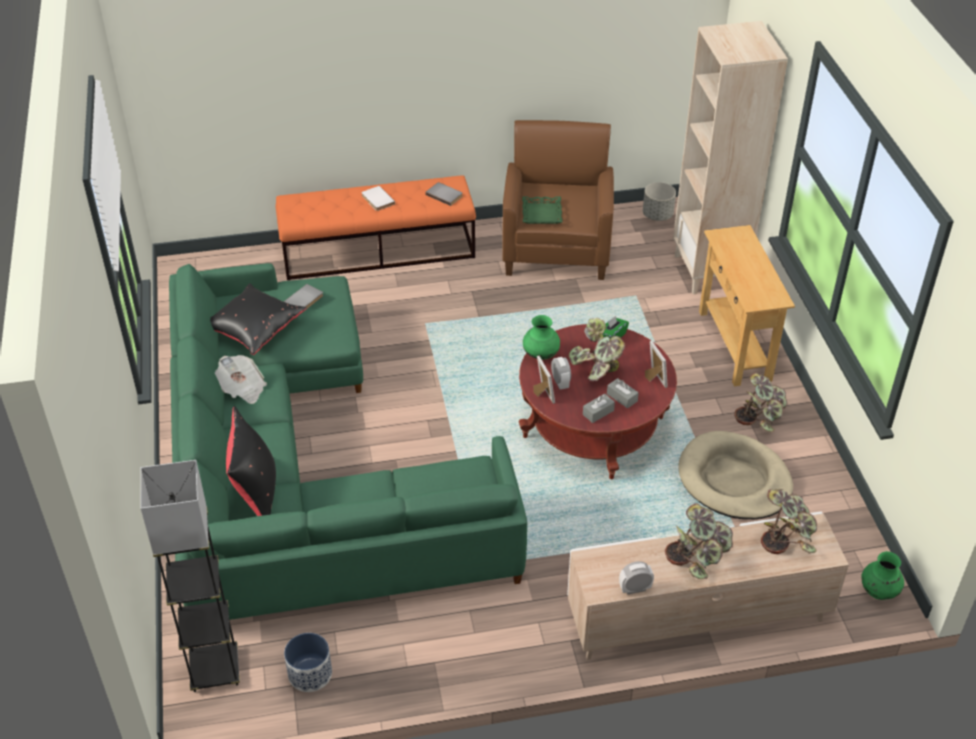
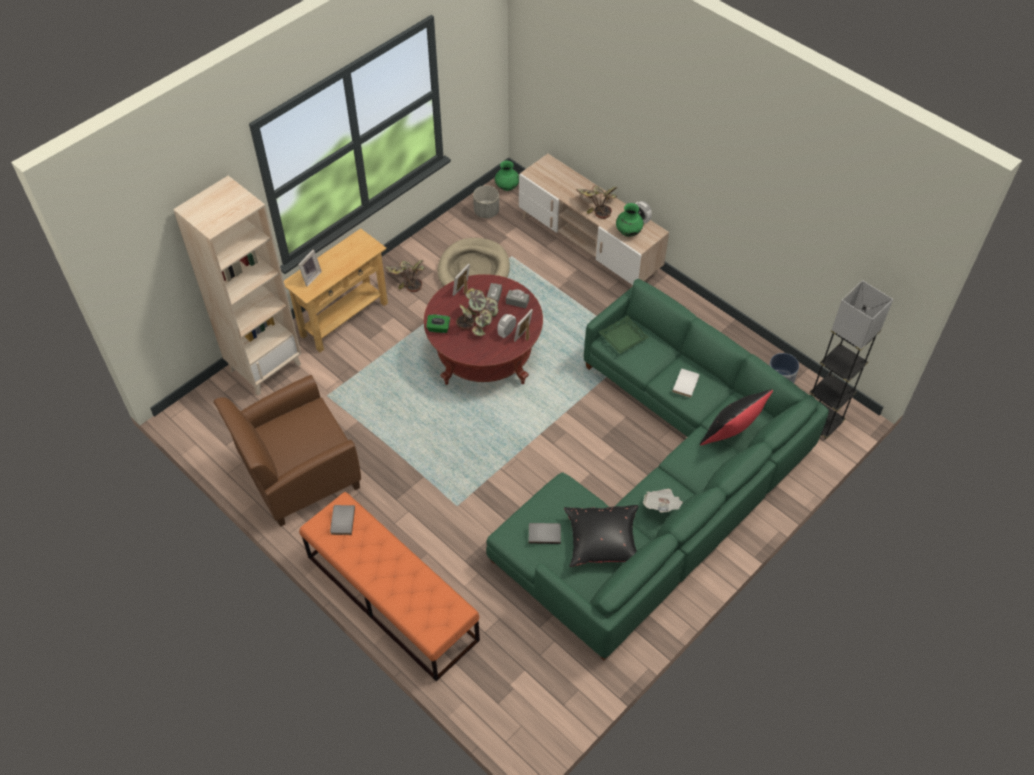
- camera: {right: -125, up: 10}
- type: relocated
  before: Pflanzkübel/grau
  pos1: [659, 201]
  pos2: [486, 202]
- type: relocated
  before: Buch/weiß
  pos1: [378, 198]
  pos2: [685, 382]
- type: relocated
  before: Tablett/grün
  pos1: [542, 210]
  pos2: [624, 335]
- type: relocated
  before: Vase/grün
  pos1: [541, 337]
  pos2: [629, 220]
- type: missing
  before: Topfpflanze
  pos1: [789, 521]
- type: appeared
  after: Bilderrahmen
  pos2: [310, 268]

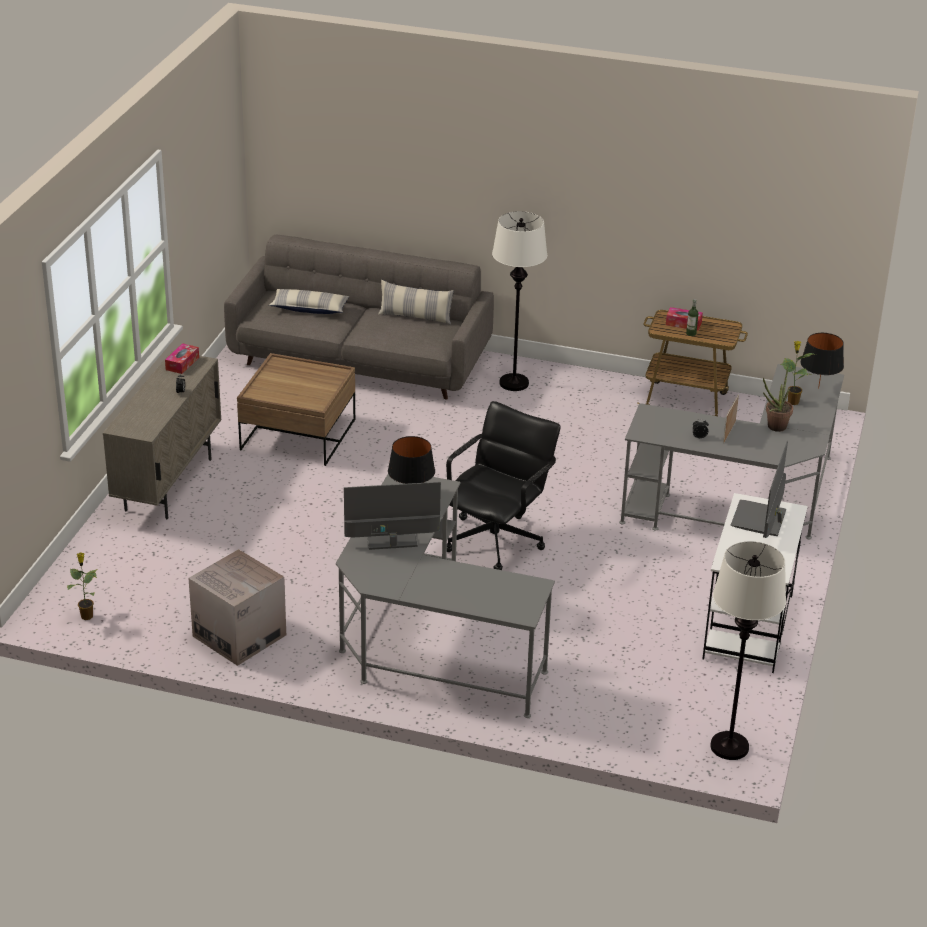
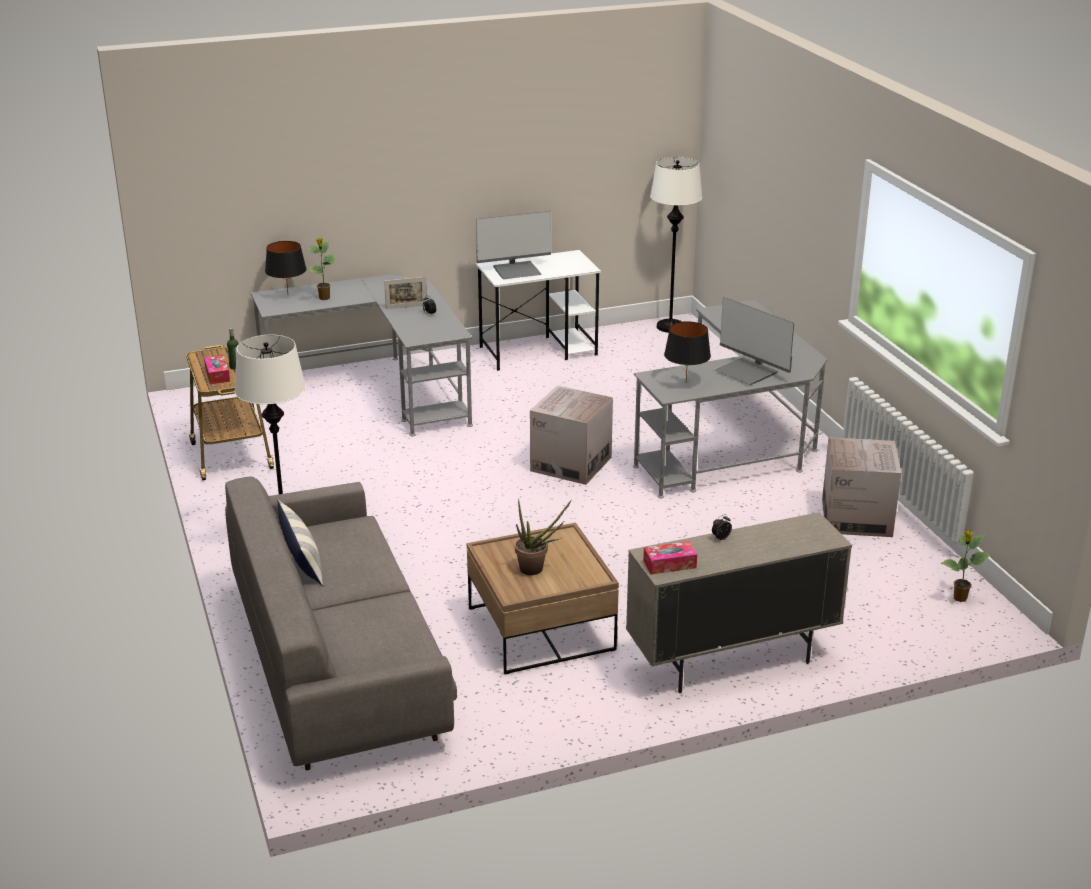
- camera: {right: -125, up: -5}
- type: missing
  before: Kissen
  pos1: [309, 301]
- type: relocated
  before: Topfpflanze
  pos1: [778, 399]
  pos2: [543, 536]
- type: exchanged
  before: Bürostuhl/schwarz
  after: Karton
  pos1: [503, 485]
  pos2: [571, 435]

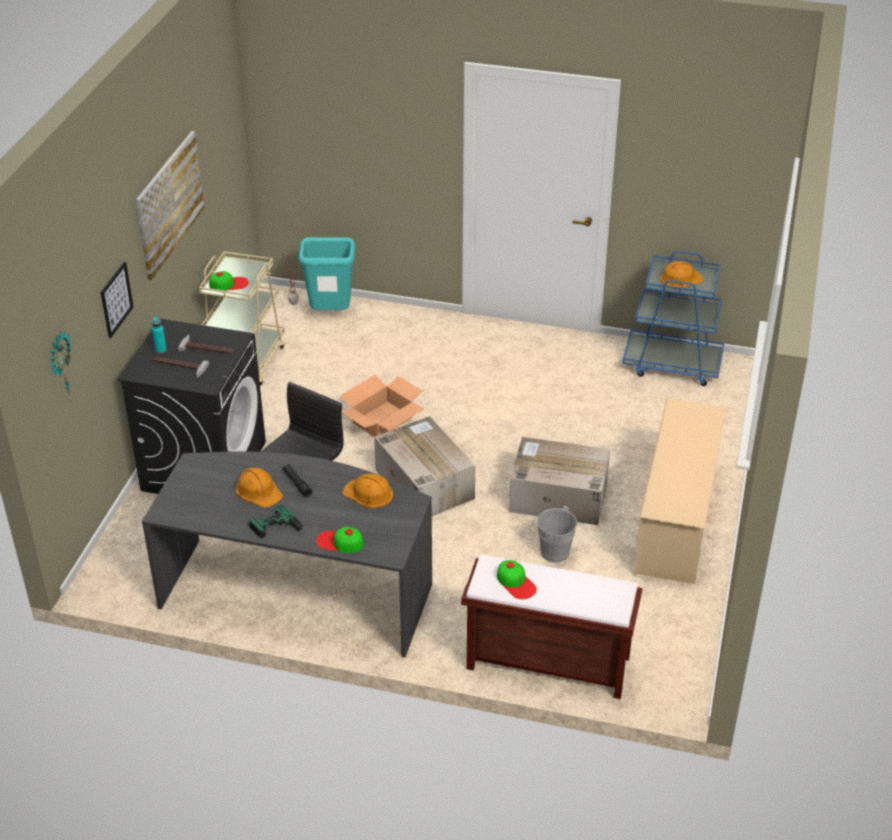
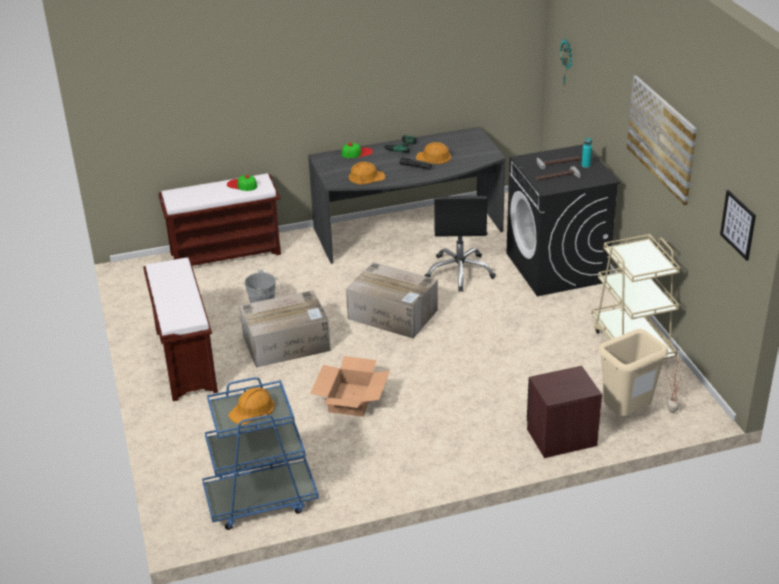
- camera: {right: 150, up: -5}
- type: colour
  before: Mülleimer/türkis
  after: Mülleimer/beige
  pos1: [327, 273]
  pos2: [633, 372]
- type: relocated
  before: Bild
  pos1: [117, 300]
  pos2: [738, 225]
- type: missing
  before: Kappe
  pos1: [229, 281]
- type: relocated
  before: Karton
  pos1: [382, 406]
  pos2: [350, 386]
- type: exchanged
  before: Schuhregal/beige
  after: Bank/braun
  pos1: [680, 491]
  pos2: [180, 329]
- type: appeared
  after: Nachttisch/braun
  pos2: [564, 412]

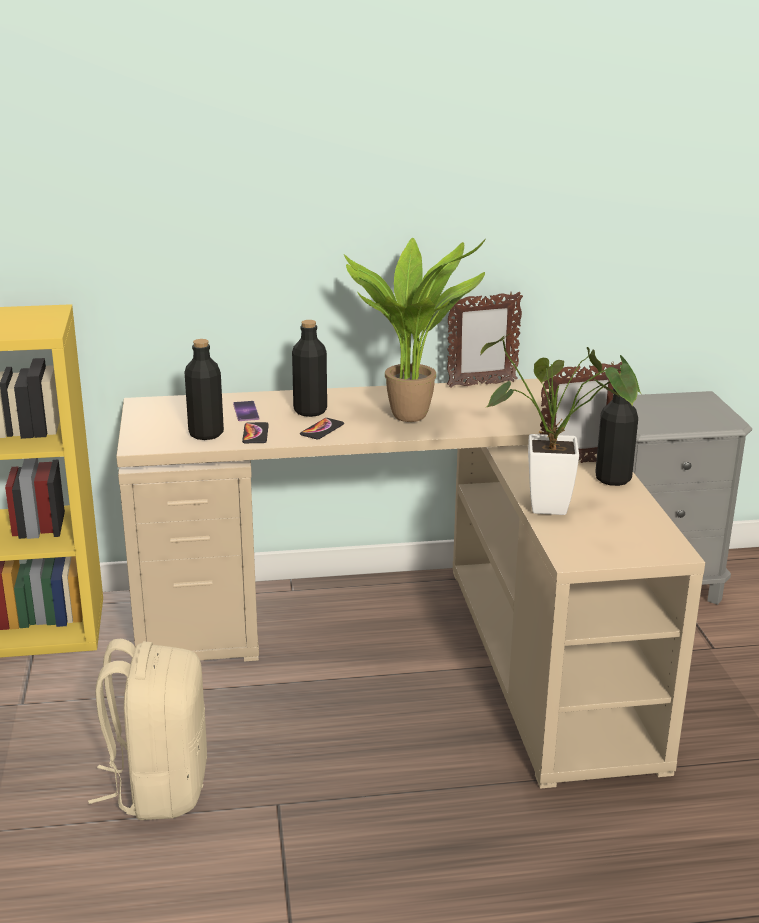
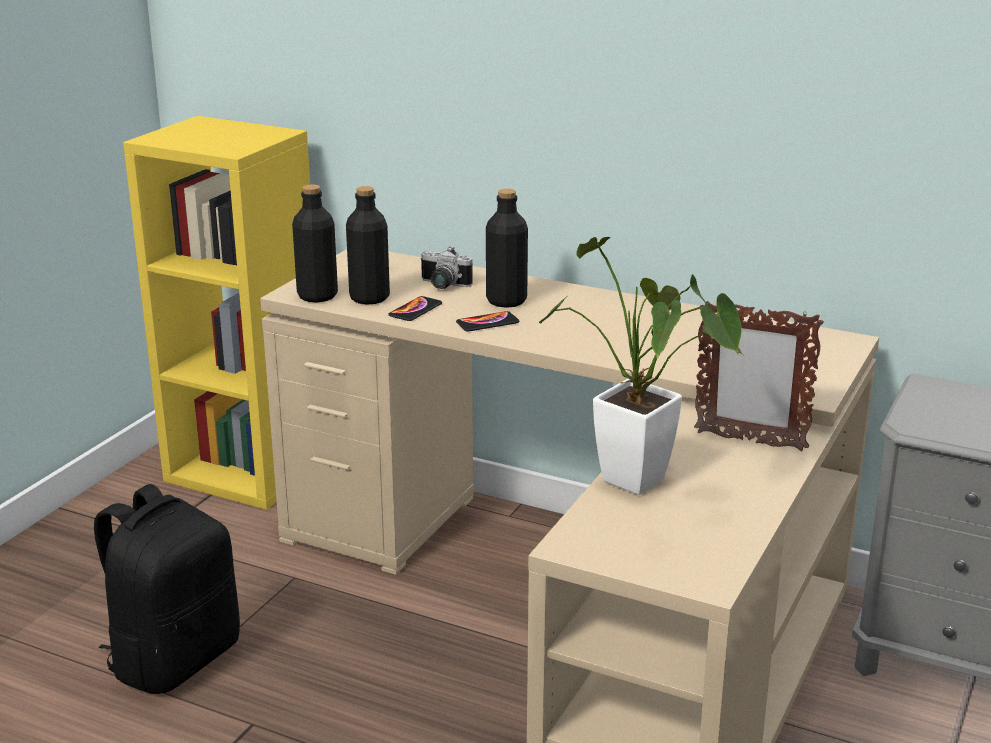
- camera: {right: 35, up: 0}
- type: missing
  before: Topfpflanze
  pos1: [415, 330]
- type: missing
  before: Bilderrahmen
  pos1: [485, 340]
- type: relocated
  before: Flasche/schwarz
  pos1: [616, 437]
  pos2: [315, 243]
- type: exchanged
  before: Handy
  after: Kamera
  pos1: [246, 411]
  pos2: [447, 268]
- type: colour
  before: Rucksack/beige
  after: Rucksack/schwarz
  pos1: [147, 729]
  pos2: [167, 589]

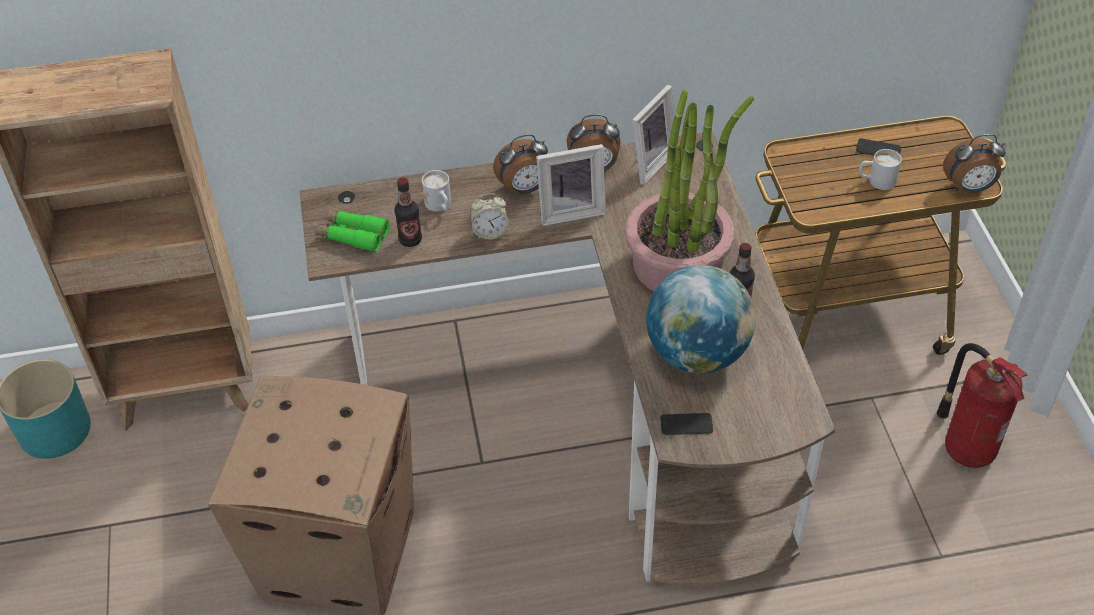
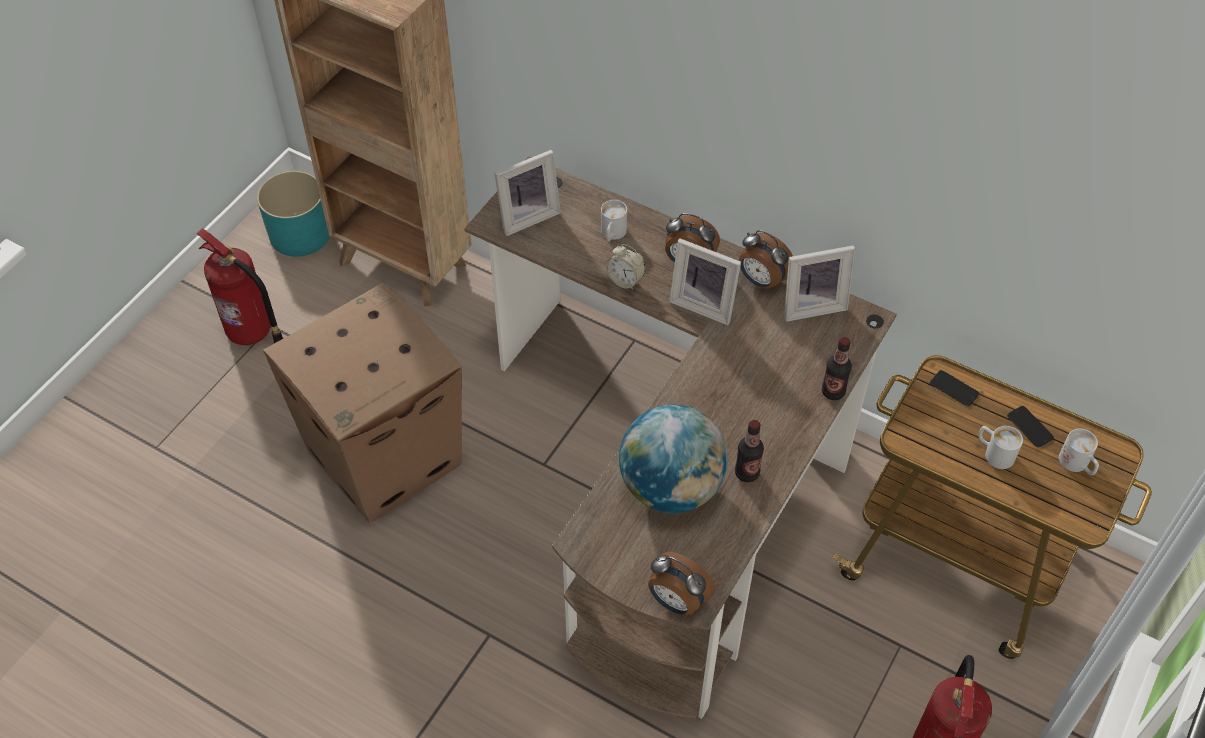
- camera: {right: 40, up: 5}
- type: missing
  before: Topfpflanze
  pos1: [689, 190]
- type: relocated
  before: Wecker
  pos1: [974, 163]
  pos2: [681, 583]
- type: relocated
  before: Flasche
  pos1: [408, 212]
  pos2: [837, 368]
- type: exchanged
  before: Fernglas/grün
  after: Bilderrahmen
  pos1: [352, 231]
  pos2: [527, 193]
- type: relocated
  before: Handy
  pos1: [686, 424]
  pos2: [954, 388]
- type: appeared
  after: Feuerlöscher
  pos2: [240, 286]
- type: appeared
  after: Henkelbecher/weiß
  pos2: [1079, 452]

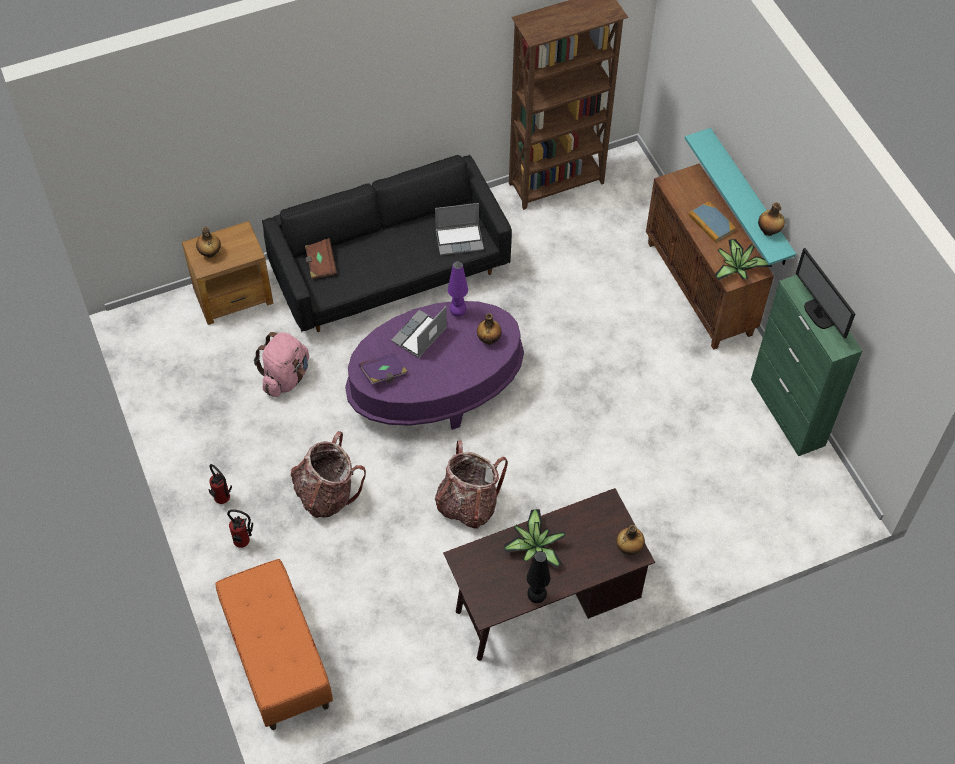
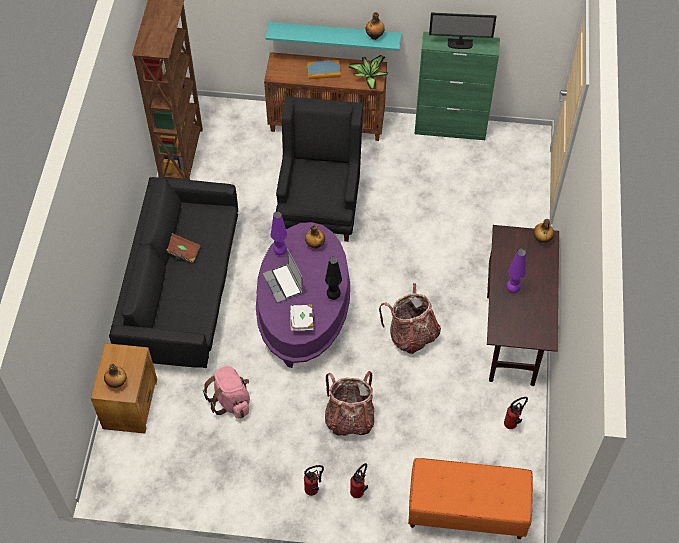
- camera: {right: -60, up: 0}
- type: missing
  before: Laptop
  pos1: [459, 229]
- type: relocated
  before: Buch/braun
  pos1: [321, 258]
  pos2: [184, 248]
- type: colour
  before: Buch/lila
  after: Buch/weiß
  pos1: [383, 369]
  pos2: [302, 317]
- type: exchanged
  before: Topfpflanze
  after: Tischlampe/lila
  pos1: [535, 538]
  pos2: [516, 271]
- type: relocated
  before: Tischlampe/schwarz
  pos1: [538, 577]
  pos2: [333, 278]
- type: appeared
  after: Sessel/schwarz
  pos2: [319, 169]
- type: appeared
  after: Feuerlöscher
  pos2: [516, 413]

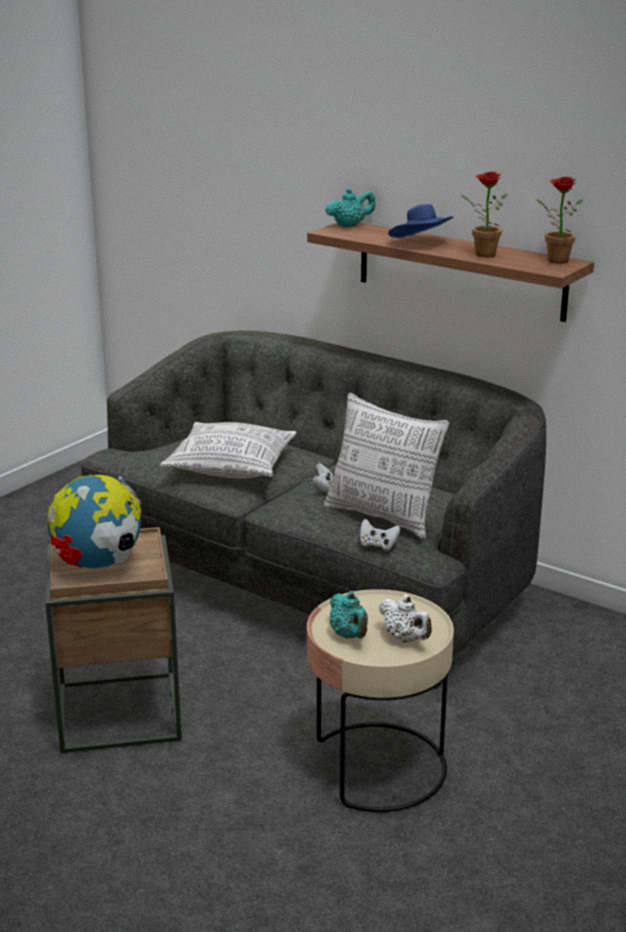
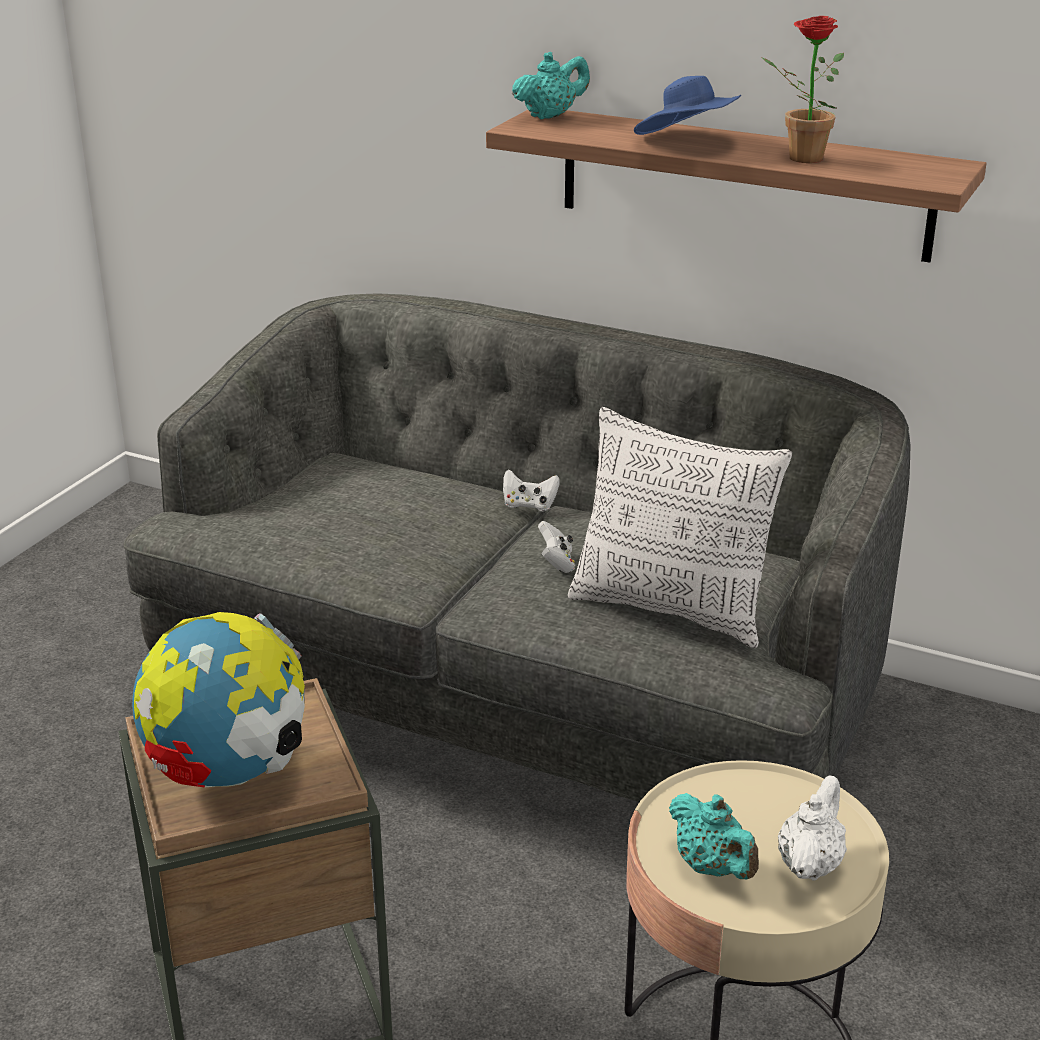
- camera: {right: -10, up: 5}
- type: missing
  before: Topfpflanze
  pos1: [560, 220]
- type: missing
  before: Kissen
  pos1: [228, 450]
- type: relocated
  before: Gamepad/weiß
  pos1: [380, 534]
  pos2: [531, 491]
- type: spun
  before: Teekanne/weiß
  pos1: [405, 618]
  pos2: [812, 828]
  turn: -105

